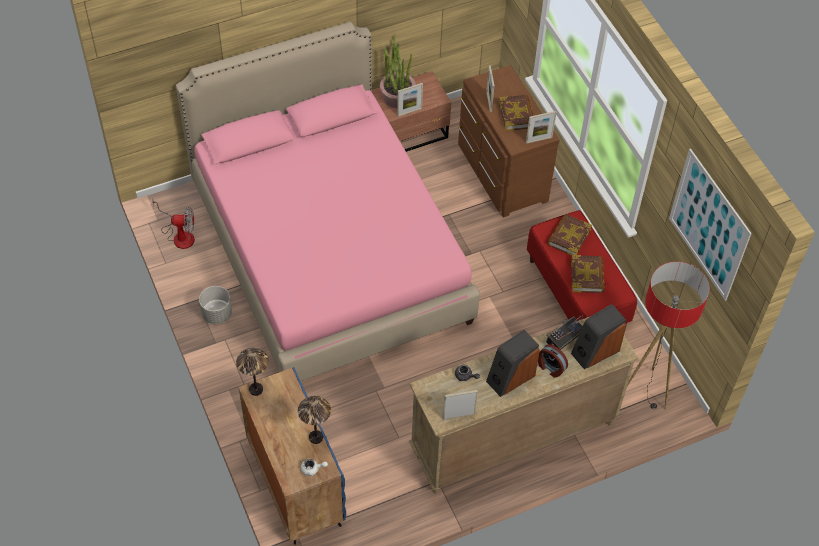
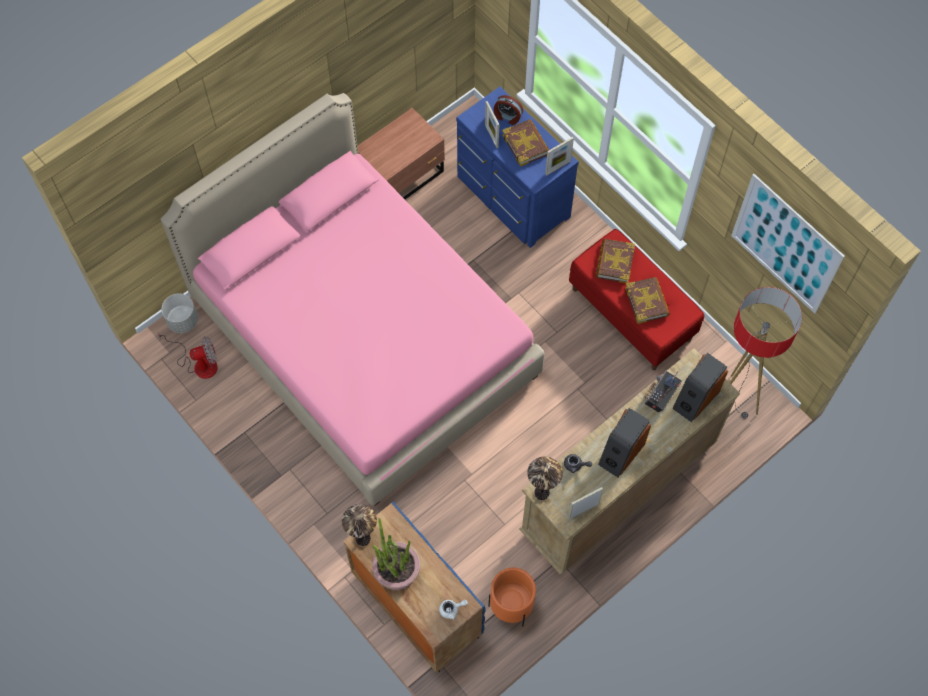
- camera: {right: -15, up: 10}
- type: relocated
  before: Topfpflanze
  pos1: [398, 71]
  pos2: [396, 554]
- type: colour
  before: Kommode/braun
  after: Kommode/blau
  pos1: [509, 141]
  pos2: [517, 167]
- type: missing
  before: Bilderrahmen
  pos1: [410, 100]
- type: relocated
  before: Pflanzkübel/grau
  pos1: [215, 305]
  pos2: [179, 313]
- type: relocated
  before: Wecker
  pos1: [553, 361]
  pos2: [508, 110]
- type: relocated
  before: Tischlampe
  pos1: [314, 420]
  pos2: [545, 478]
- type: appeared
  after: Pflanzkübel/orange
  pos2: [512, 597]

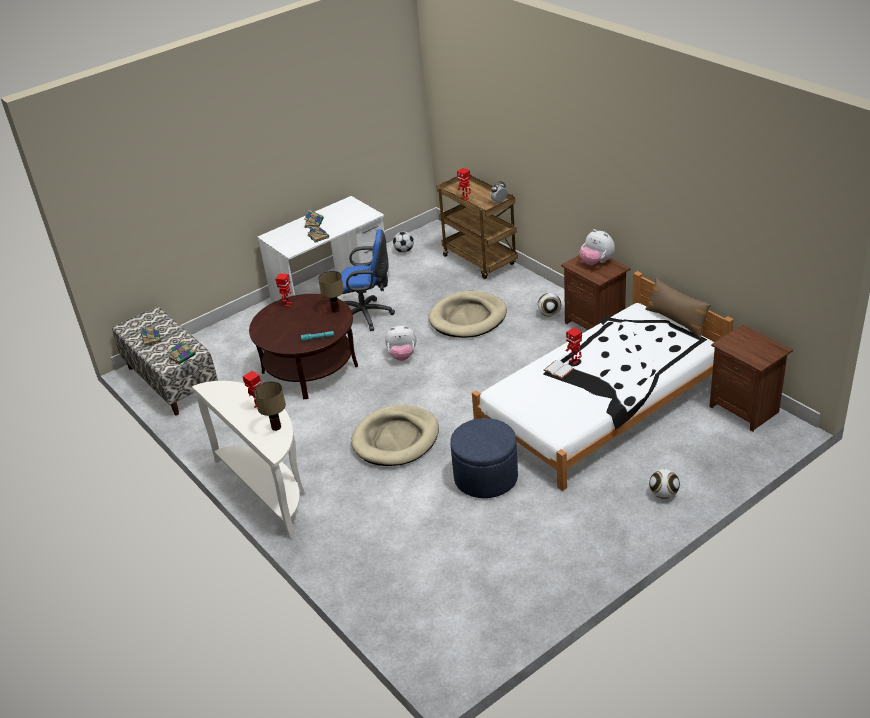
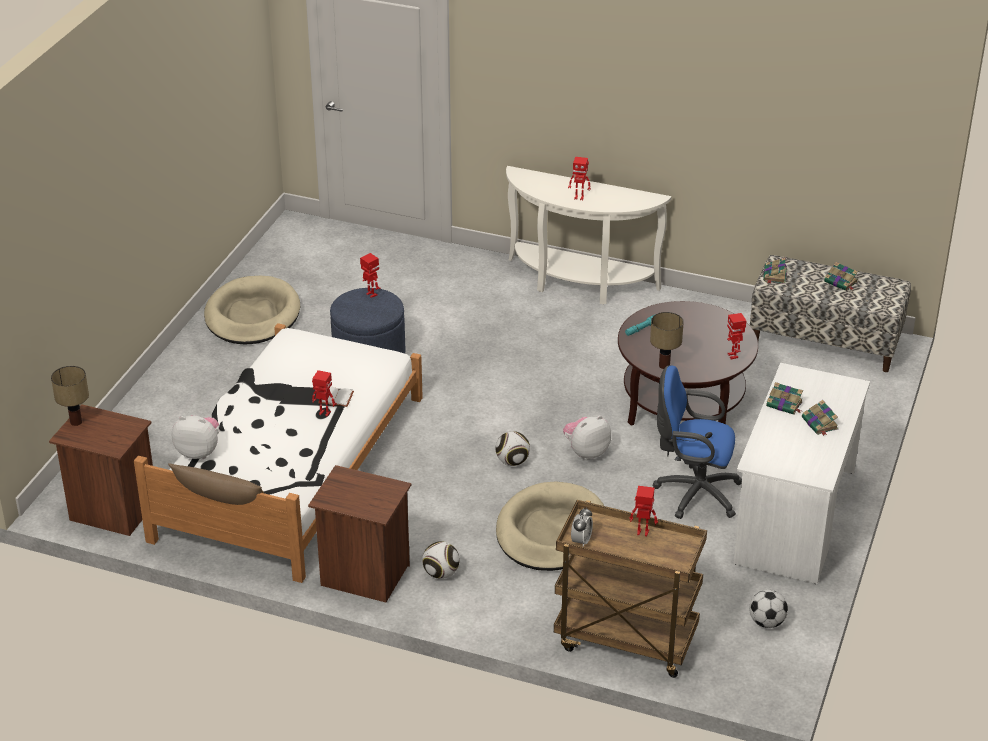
- camera: {right: 145, up: 0}
- type: spun
  before: Bürostuhl/blau
  pos1: [368, 280]
  pos2: [697, 442]
  turn: 45
- type: relocated
  before: Plüschtier
  pos1: [597, 247]
  pos2: [195, 437]
- type: relocated
  before: Tischlampe
  pos1: [270, 406]
  pos2: [70, 396]
- type: relocated
  before: Hundebett/beige
  pos1: [395, 435]
  pos2: [252, 310]
- type: relocated
  before: Fußball
  pos1: [664, 484]
  pos2: [512, 448]
- type: appeared
  after: Spielzeugroboter
  pos2: [370, 275]

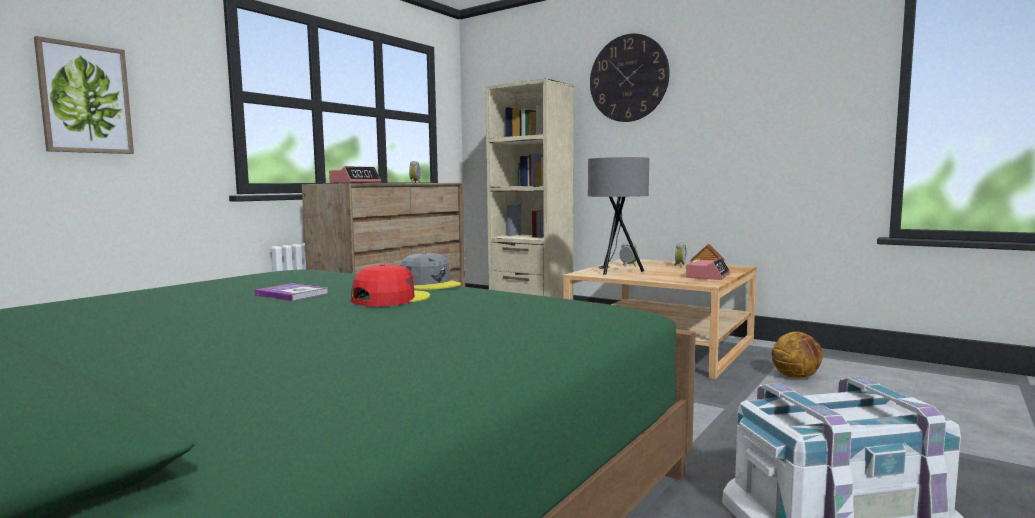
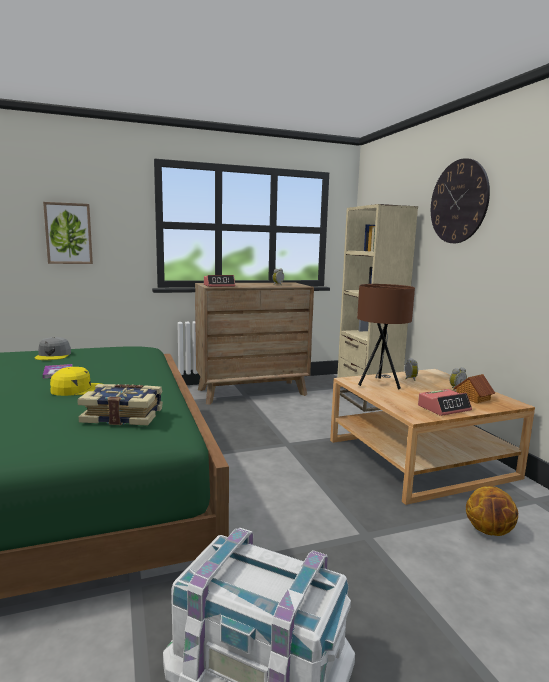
- camera: {right: 35, up: 5}
- type: colour
  before: Tischlampe/grau
  after: Tischlampe/braun
  pos1: [618, 216]
  pos2: [386, 336]
- type: relocated
  before: Kappe/grau
  pos1: [430, 271]
  pos2: [53, 348]
- type: colour
  before: Kappe/rot
  after: Kappe/gelb
  pos1: [390, 285]
  pos2: [75, 381]
- type: appeared
  after: Buch
  pos2: [120, 404]

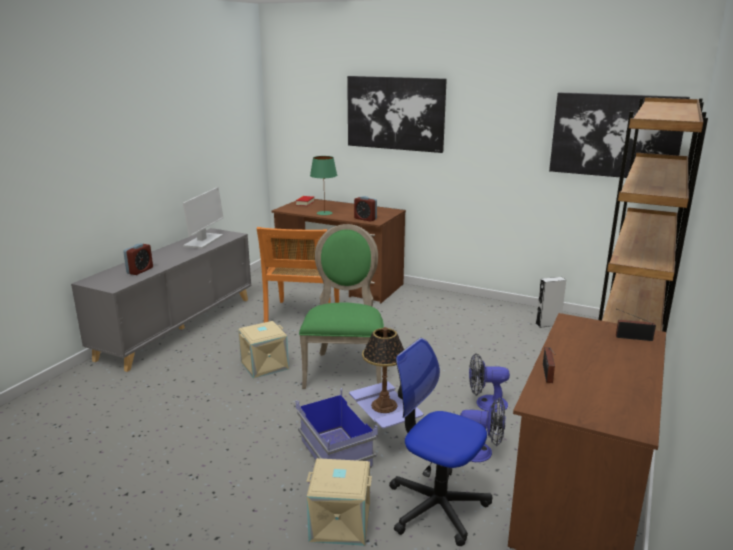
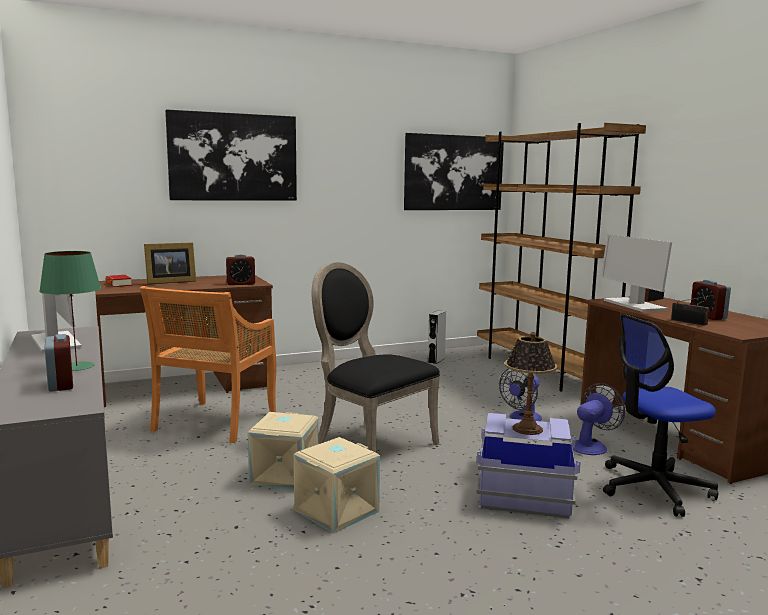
- camera: {right: -50, up: -10}
- type: relocated
  before: Tischlampe/grün
  pos1: [323, 185]
  pos2: [70, 311]
- type: colour
  before: Stuhl/grün
  after: Stuhl/schwarz
  pos1: [341, 306]
  pos2: [376, 357]
- type: spun
  before: Stuhl/orange
  pos1: [298, 275]
  pos2: [208, 364]
  turn: 60
- type: relocated
  before: Aufbewahrungsbox/beige
  pos1: [339, 502]
  pos2: [337, 485]
- type: appeared
  after: Monitor
  pos2: [636, 273]
- type: appeared
  after: Bilderrahmen
  pos2: [170, 263]
- type: appeared
  after: Wecker
  pos2: [711, 300]

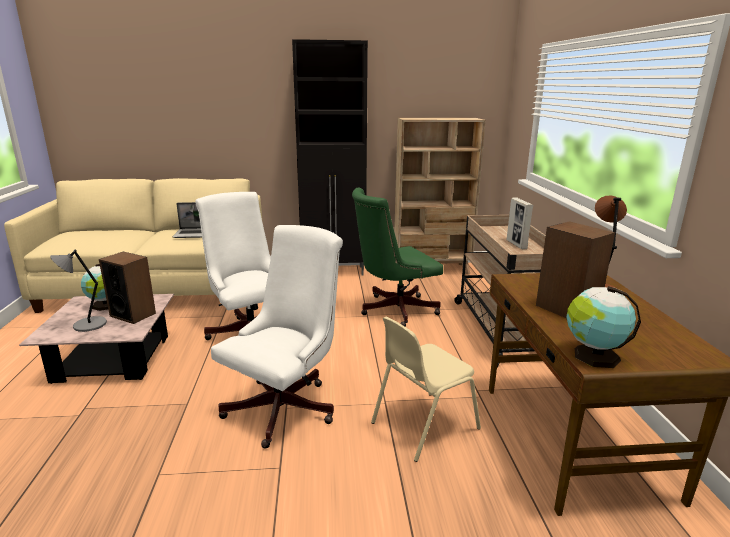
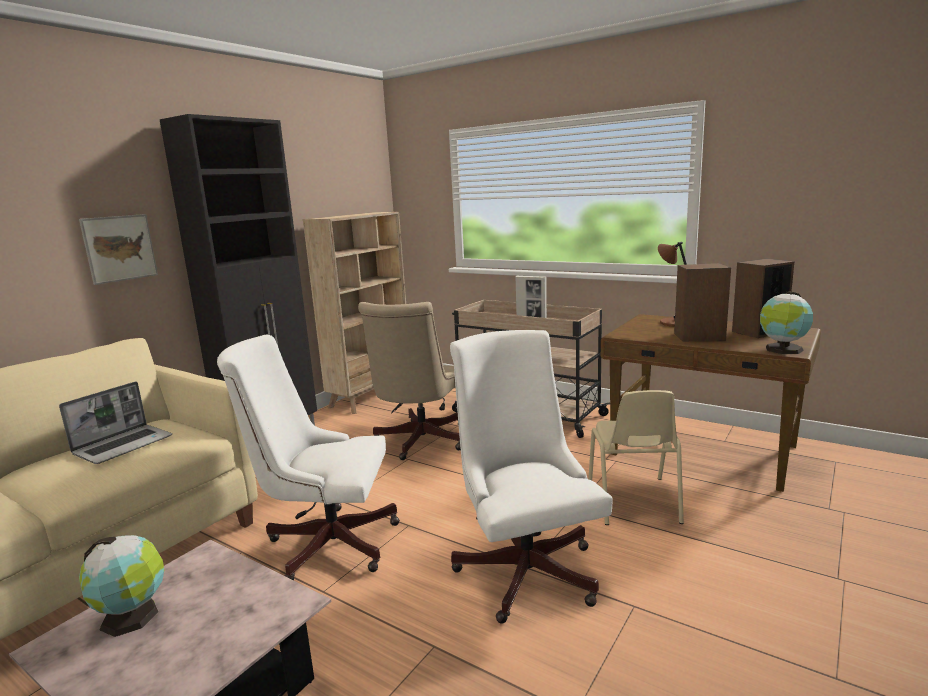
- camera: {right: -50, up: -5}
- type: colour
  before: Bürostuhl/grün
  after: Bürostuhl/beige
  pos1: [397, 257]
  pos2: [409, 381]
- type: missing
  before: Tischlampe/grau
  pos1: [78, 291]
- type: relocated
  before: Lautsprecher
  pos1: [127, 288]
  pos2: [763, 298]
- type: appeared
  after: Bild
  pos2: [118, 249]

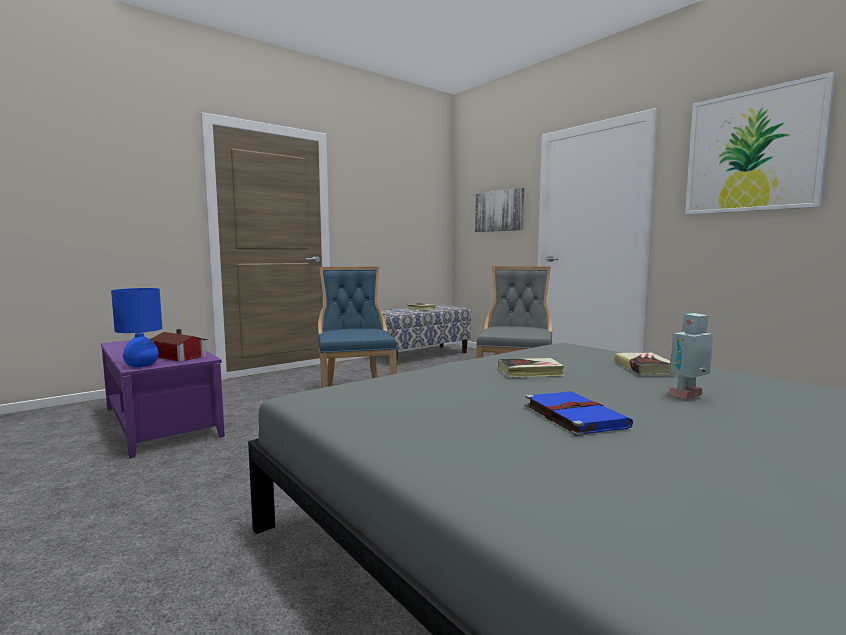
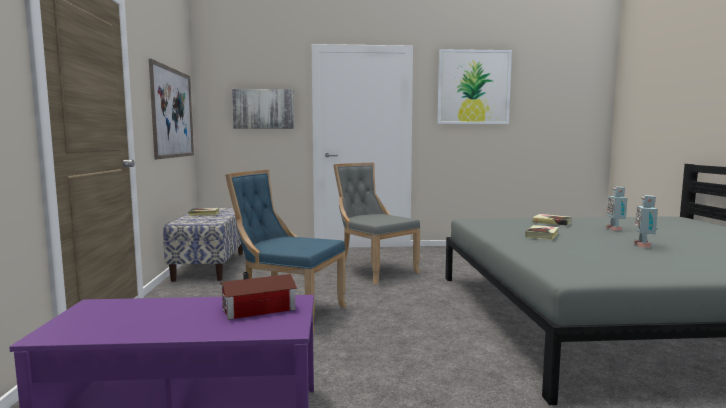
- camera: {right: -55, up: 0}
- type: missing
  before: Tischlampe/blau
  pos1: [136, 327]
- type: exchanged
  before: Buch/blau
  after: Spielzeugroboter
  pos1: [579, 413]
  pos2: [646, 221]
- type: appeared
  after: Bild
  pos2: [171, 109]

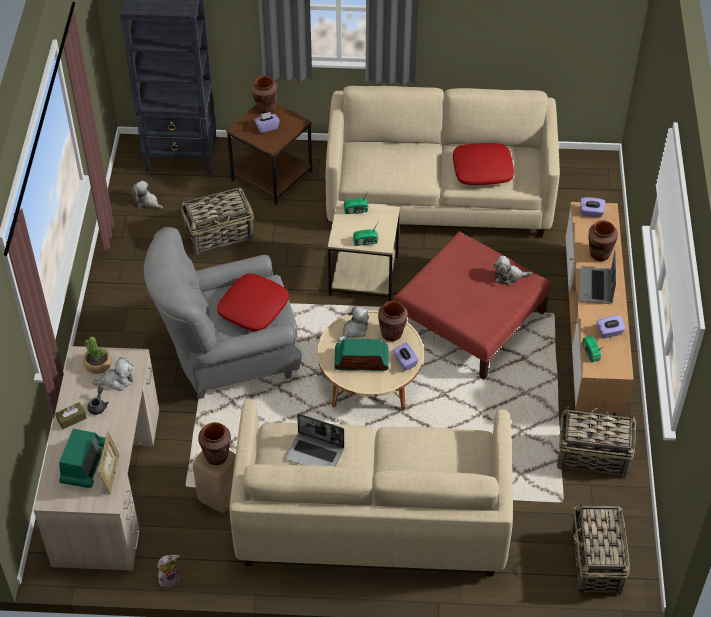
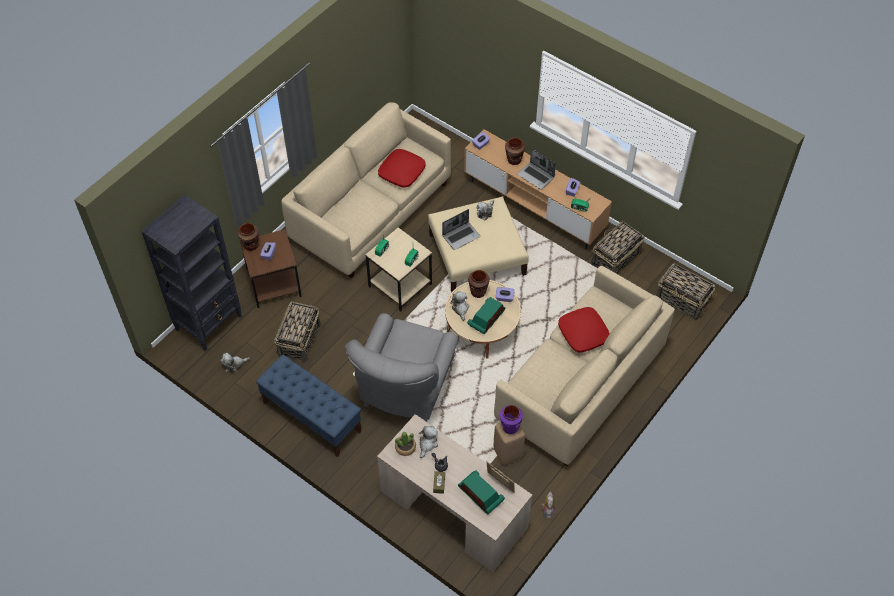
- camera: {right: -55, up: 5}
- type: colour
  before: Polsterhocker/rot
  after: Polsterhocker/beige
  pos1: [472, 305]
  pos2: [478, 244]
- type: relocated
  before: Kissen/rot
  pos1: [253, 302]
  pos2: [584, 330]
- type: relocated
  before: Laptop
  pos1: [314, 439]
  pos2: [461, 229]
- type: colour
  before: Vase/braun
  after: Vase/lila
  pos1: [214, 443]
  pos2: [511, 419]
- type: appeared
  after: Bank/blau
  pos2: [308, 406]

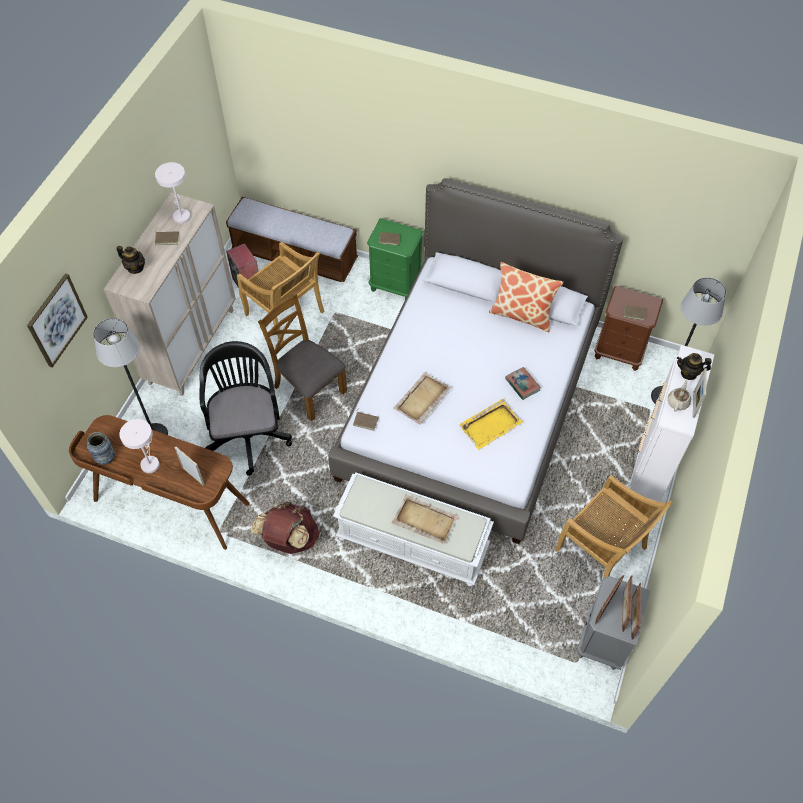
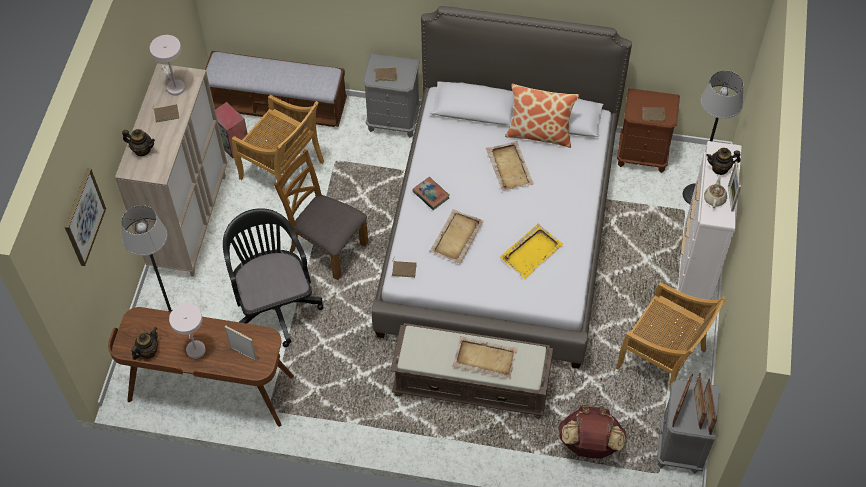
- camera: {right: -10, up: 0}
- type: colour
  before: Nachttisch/grün
  after: Nachttisch/grau
  pos1: [395, 258]
  pos2: [392, 95]
- type: relocated
  before: Buch
  pos1: [523, 383]
  pos2: [431, 193]
- type: exchanged
  before: Vase
  after: Teekanne
  pos1: [101, 448]
  pos2: [144, 343]
- type: colour
  before: Bank/weiß
  after: Bank/braun
  pos1: [413, 529]
  pos2: [471, 371]
- type: relocated
  before: Rucksack/braun
  pos1: [285, 528]
  pos2: [592, 432]
- type: appeared
  after: Tablett/beige
  pos2: [510, 166]

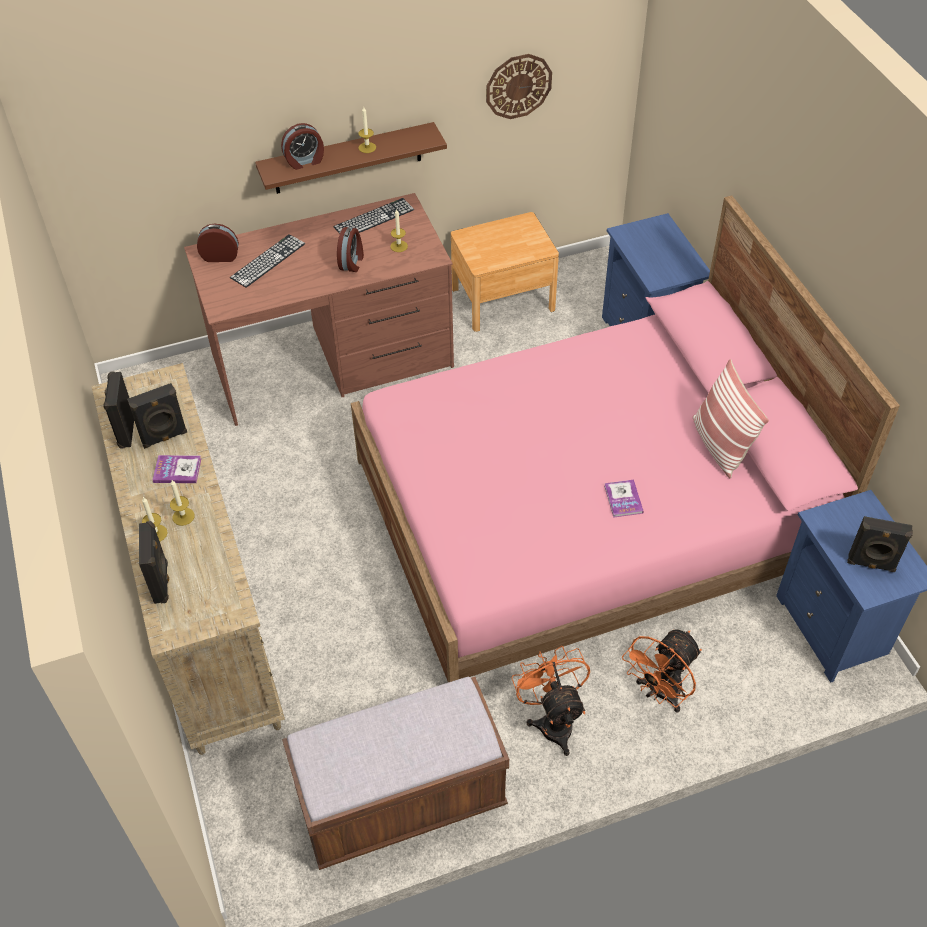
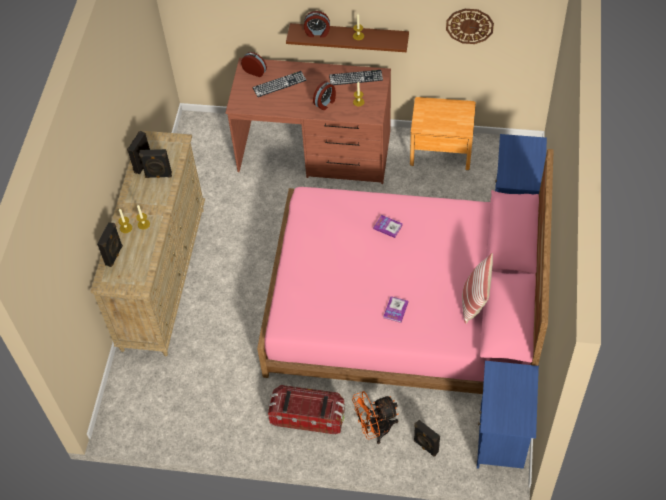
- camera: {right: 30, up: 5}
- type: relocated
  before: Buch
  pos1: [177, 469]
  pos2: [388, 226]
- type: relocated
  before: Lautsprecher/schwarz
  pos1: [880, 544]
  pos2: [427, 438]
- type: exchanged
  before: Ventilator/orange
  after: Aufbewahrungsbox
  pos1: [550, 700]
  pos2: [306, 410]
- type: missing
  before: Bank/braun
  pos1: [395, 773]

